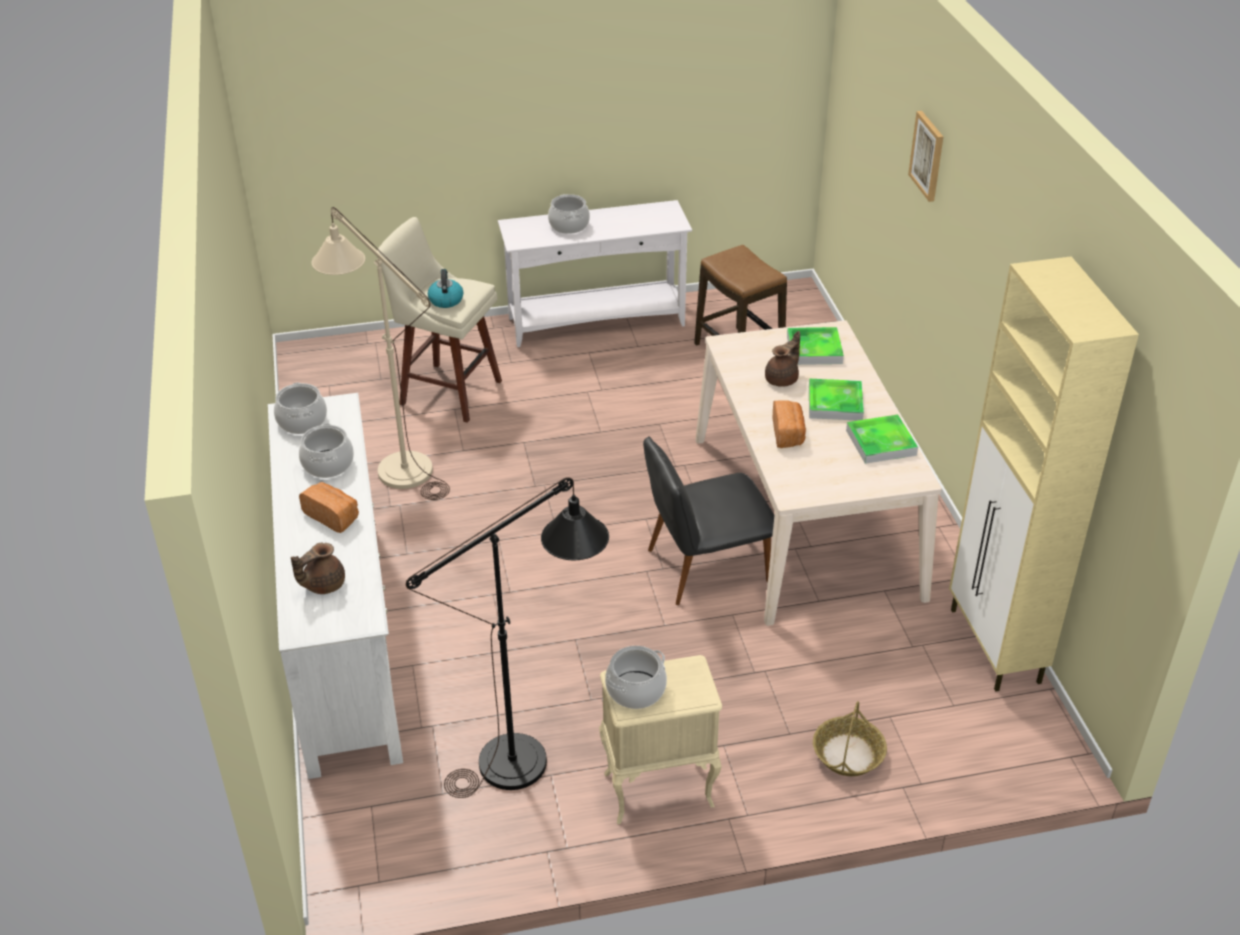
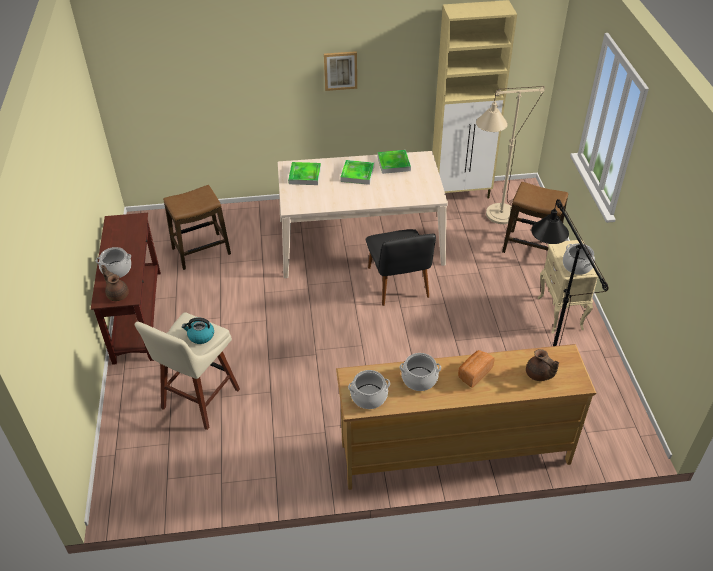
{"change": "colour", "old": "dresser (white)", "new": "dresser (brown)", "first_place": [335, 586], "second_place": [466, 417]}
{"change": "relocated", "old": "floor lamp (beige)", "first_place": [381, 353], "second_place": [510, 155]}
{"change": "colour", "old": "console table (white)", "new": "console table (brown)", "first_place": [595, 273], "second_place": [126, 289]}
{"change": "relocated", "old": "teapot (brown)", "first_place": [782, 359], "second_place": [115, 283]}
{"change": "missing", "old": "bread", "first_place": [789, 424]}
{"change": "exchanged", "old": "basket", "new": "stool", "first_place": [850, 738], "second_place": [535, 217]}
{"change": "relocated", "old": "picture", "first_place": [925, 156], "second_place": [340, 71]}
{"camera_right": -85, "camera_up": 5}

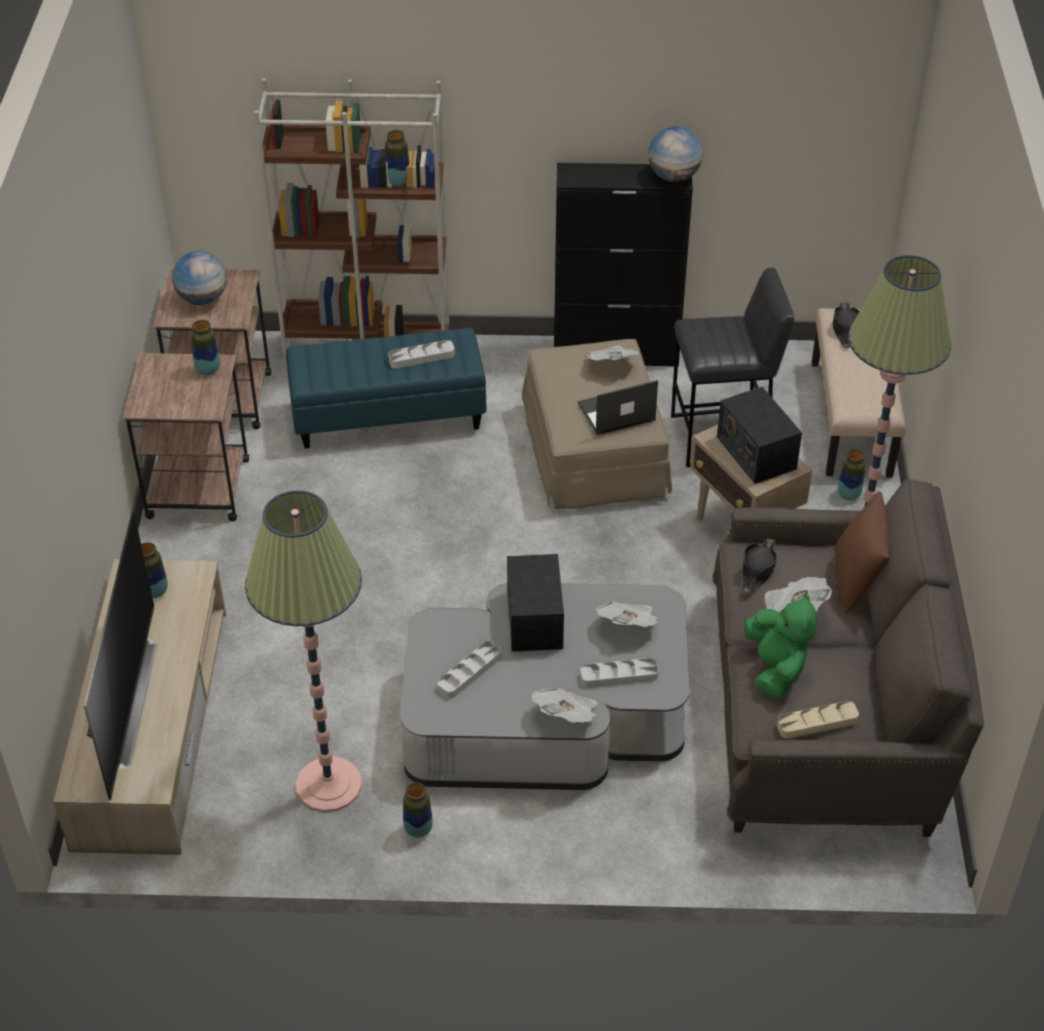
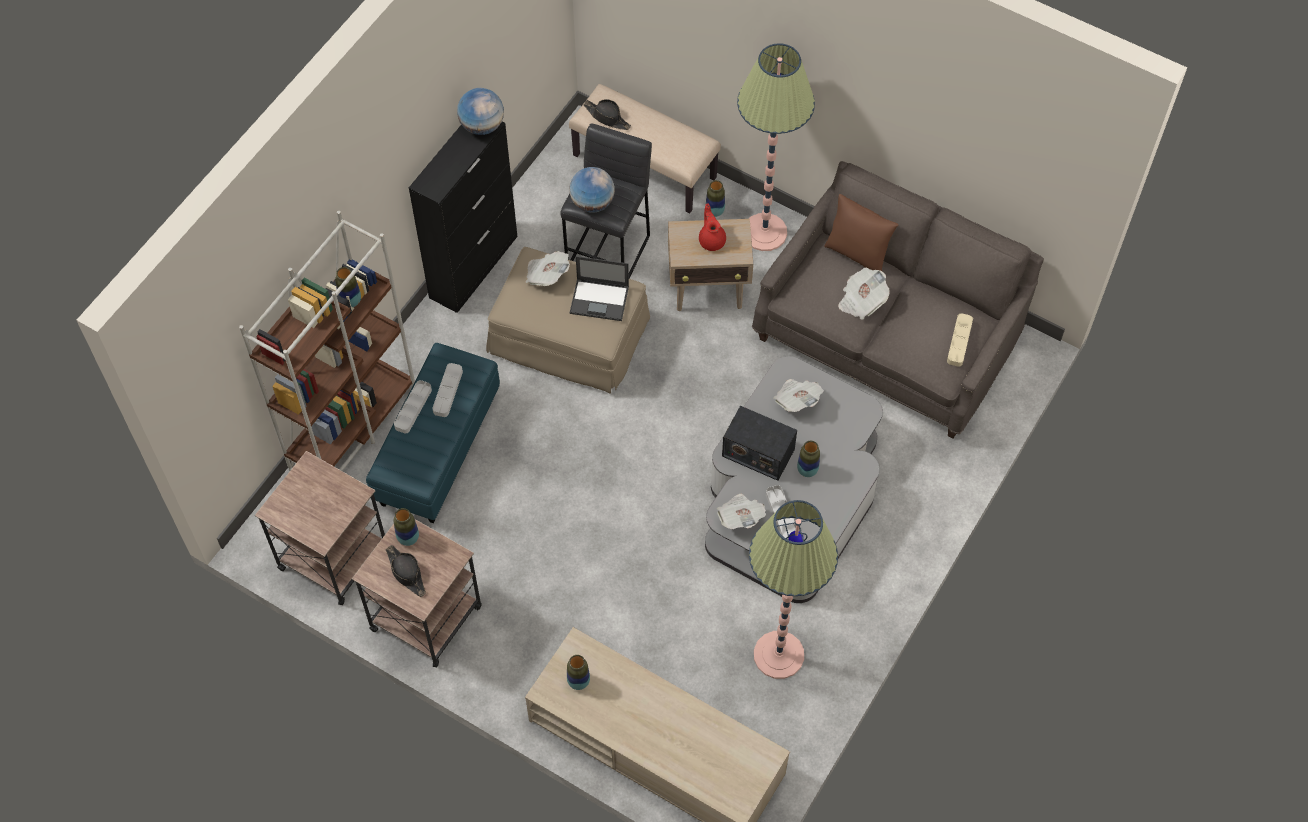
{"change": "missing", "old": "television", "first_place": [120, 655]}
{"change": "relocated", "old": "globe", "first_place": [199, 278], "second_place": [592, 190]}
{"change": "relocated", "old": "vase", "first_place": [418, 810], "second_place": [808, 459]}
{"change": "relocated", "old": "newspaper", "first_place": [564, 705], "second_place": [741, 511]}
{"change": "spun", "old": "laptop", "first_place": [618, 407], "second_place": [599, 288], "degrees": -90}
{"change": "relocated", "old": "tray (grey)", "first_place": [619, 673], "second_place": [413, 407]}
{"change": "exchanged", "old": "radio", "new": "teapot (red)", "first_place": [759, 435], "second_place": [712, 227]}
{"change": "relocated", "old": "hat (black)", "first_place": [759, 566], "second_place": [405, 571]}
{"change": "missing", "old": "plush toy (green)", "first_place": [780, 645]}
{"camera_right": -60, "camera_up": 15}

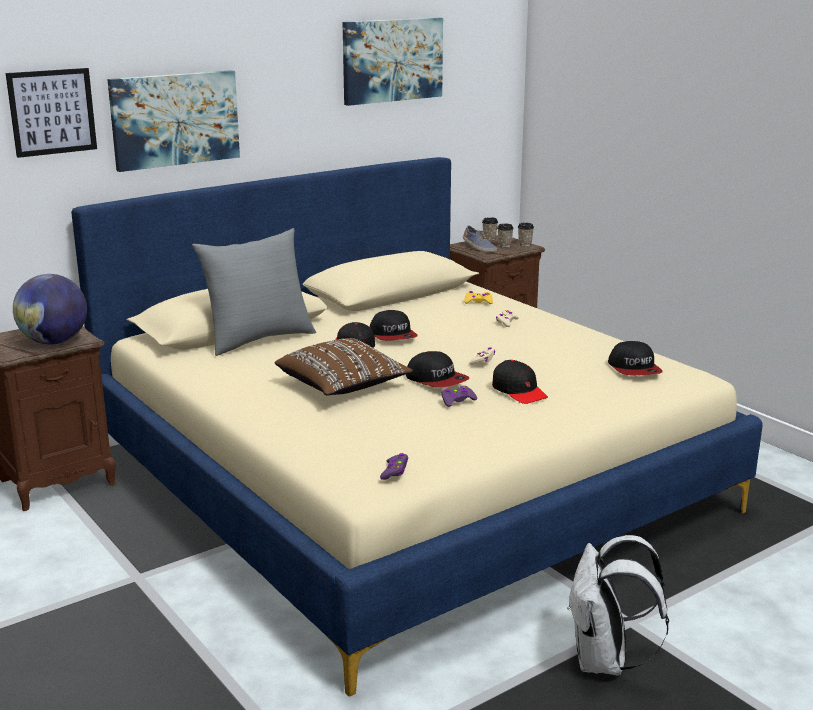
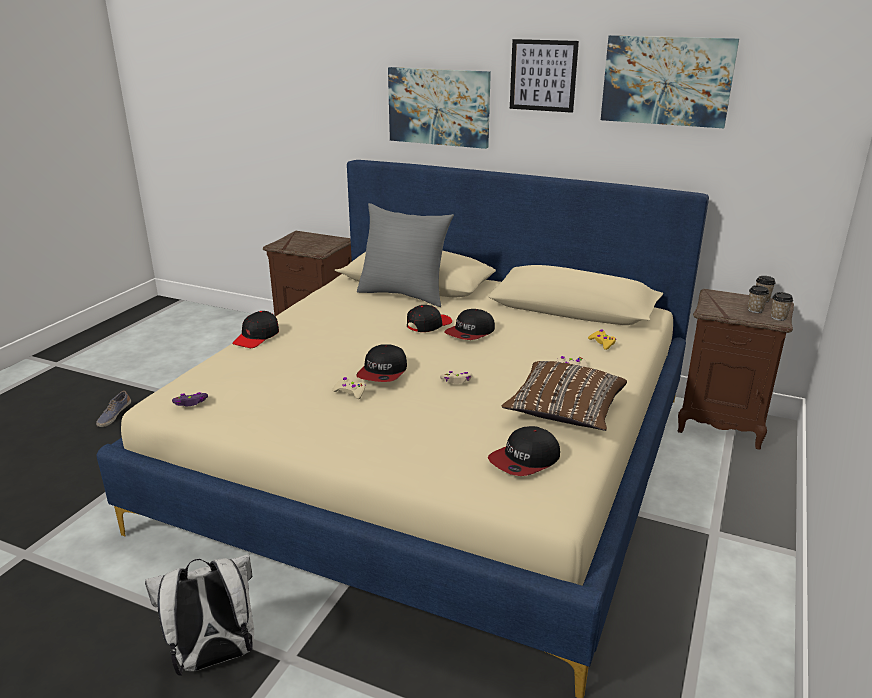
{"change": "relocated", "old": "picture", "first_place": [51, 113], "second_place": [544, 76]}
{"change": "missing", "old": "globe", "first_place": [50, 309]}
{"change": "relocated", "old": "pillow (brown)", "first_place": [344, 367], "second_place": [564, 396]}
{"change": "colour", "old": "game controller (purple)", "new": "game controller (beige)", "first_place": [459, 396], "second_place": [349, 388]}
{"change": "relocated", "old": "shoe", "first_place": [480, 238], "second_place": [113, 409]}
{"change": "relocated", "old": "cap (black)", "first_place": [520, 382], "second_place": [255, 329]}
{"camera_right": 60, "camera_up": 5}

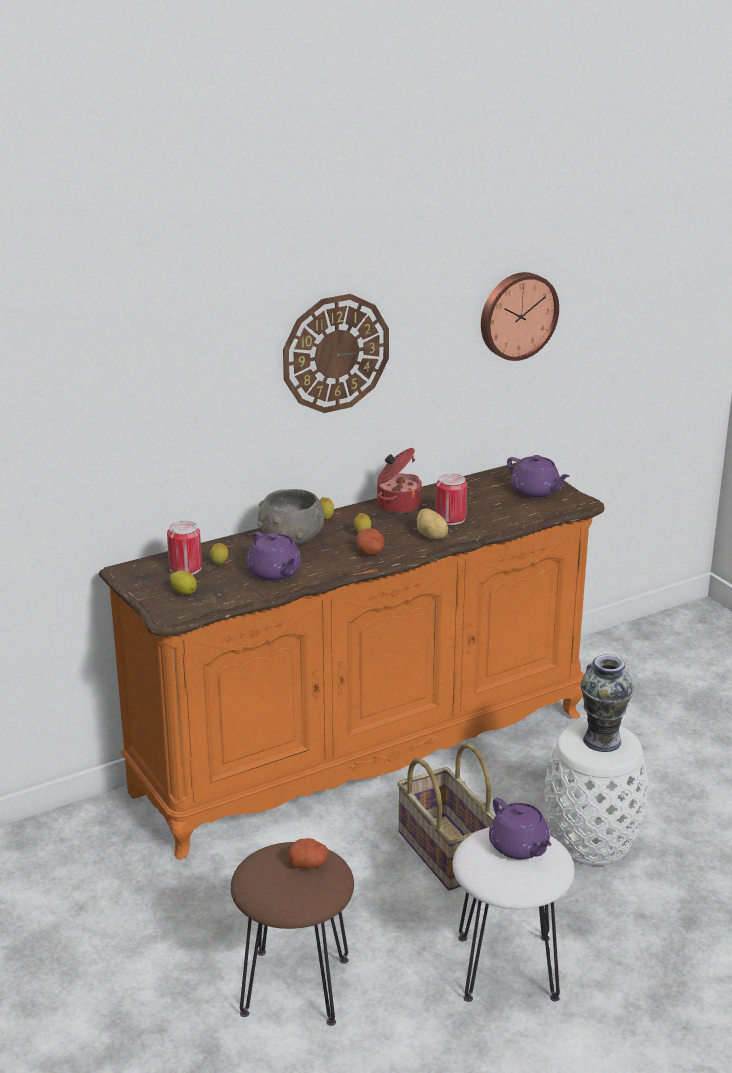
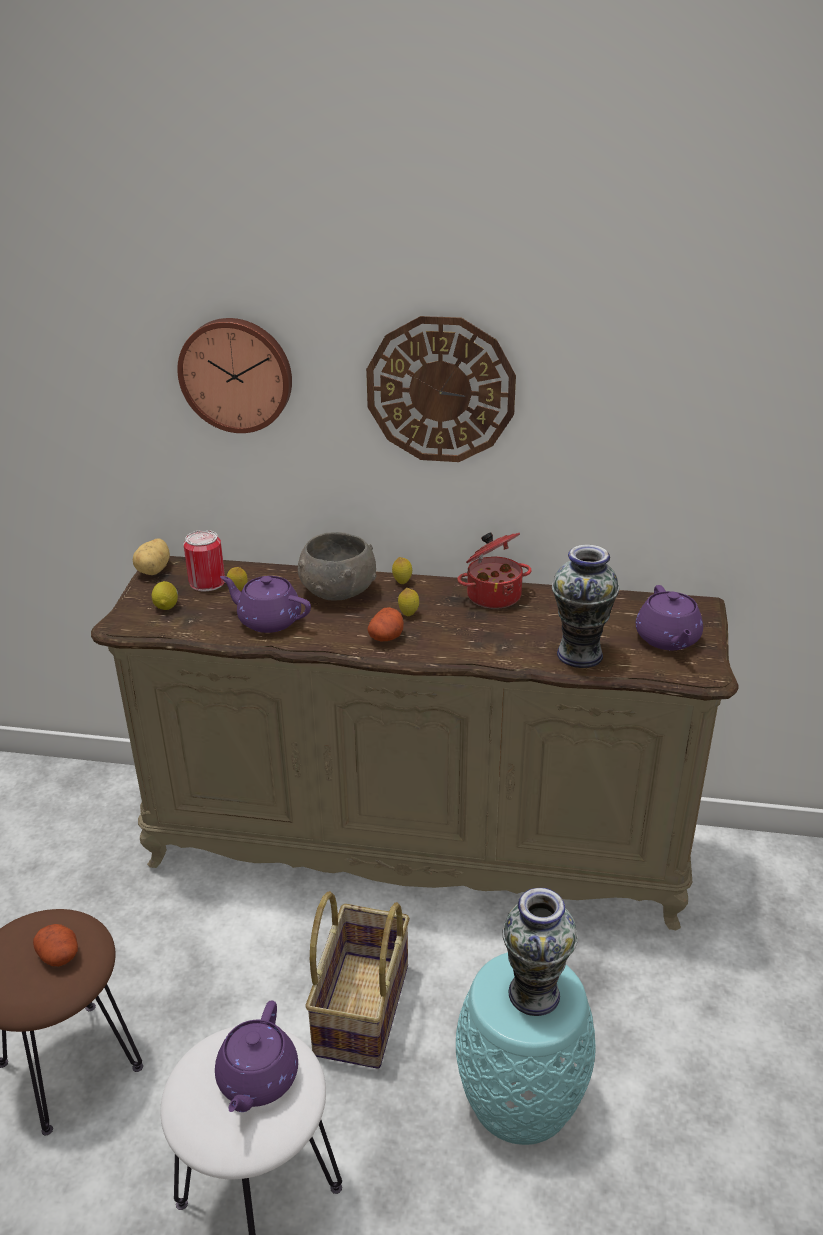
{"change": "colour", "old": "cabinet (orange)", "new": "cabinet (beige)", "first_place": [351, 660], "second_place": [414, 743]}
{"change": "spun", "old": "teapot (purple)", "first_place": [274, 556], "second_place": [265, 604], "degrees": 105}
{"change": "relocated", "old": "potato", "first_place": [432, 523], "second_place": [151, 556]}
{"change": "missing", "old": "can", "first_place": [451, 499]}
{"change": "relocated", "old": "wall clock", "first_place": [520, 316], "second_place": [234, 375]}
{"change": "colour", "old": "stool (white)", "new": "stool (turquoise)", "first_place": [596, 793], "second_place": [525, 1048]}
{"change": "appeared", "new": "vase", "second_place": [585, 606]}
{"camera_right": 40, "camera_up": 5}

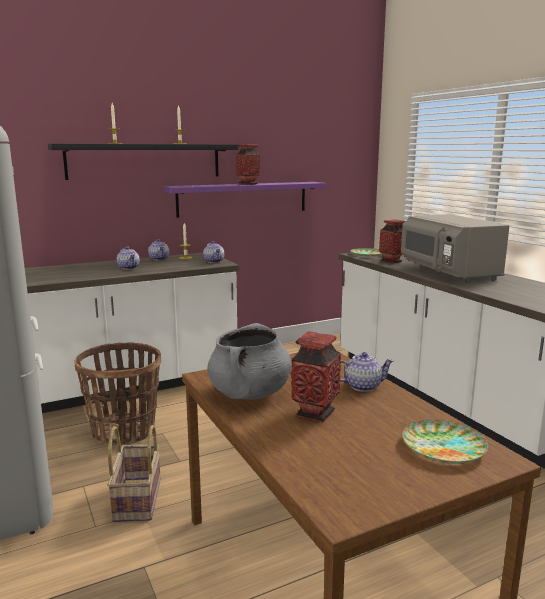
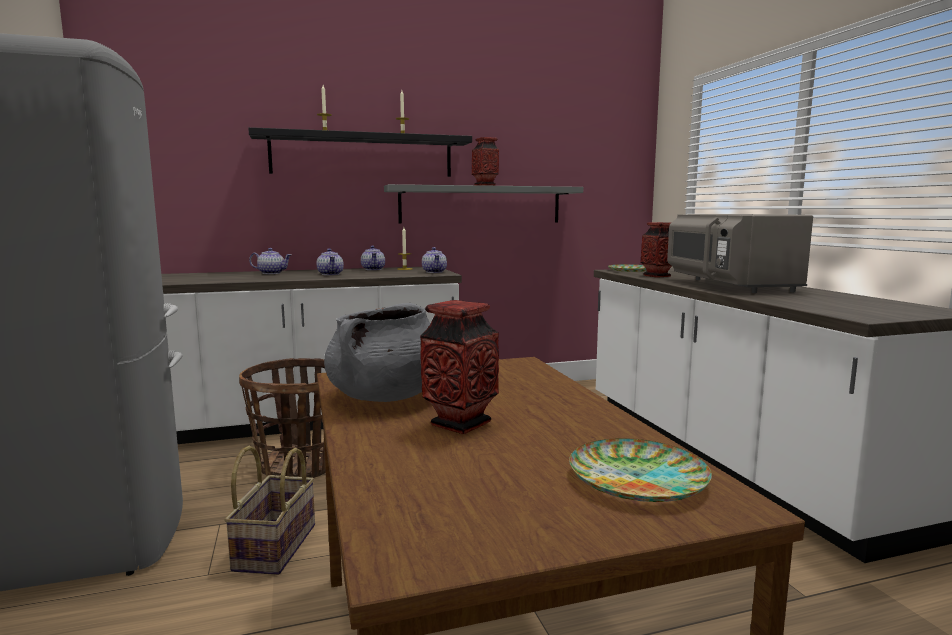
{"change": "colour", "old": "shelf (purple)", "new": "shelf (grey)", "first_place": [245, 200], "second_place": [483, 203]}
{"change": "relocated", "old": "teapot", "first_place": [367, 372], "second_place": [270, 261]}
{"camera_right": 10, "camera_up": -5}

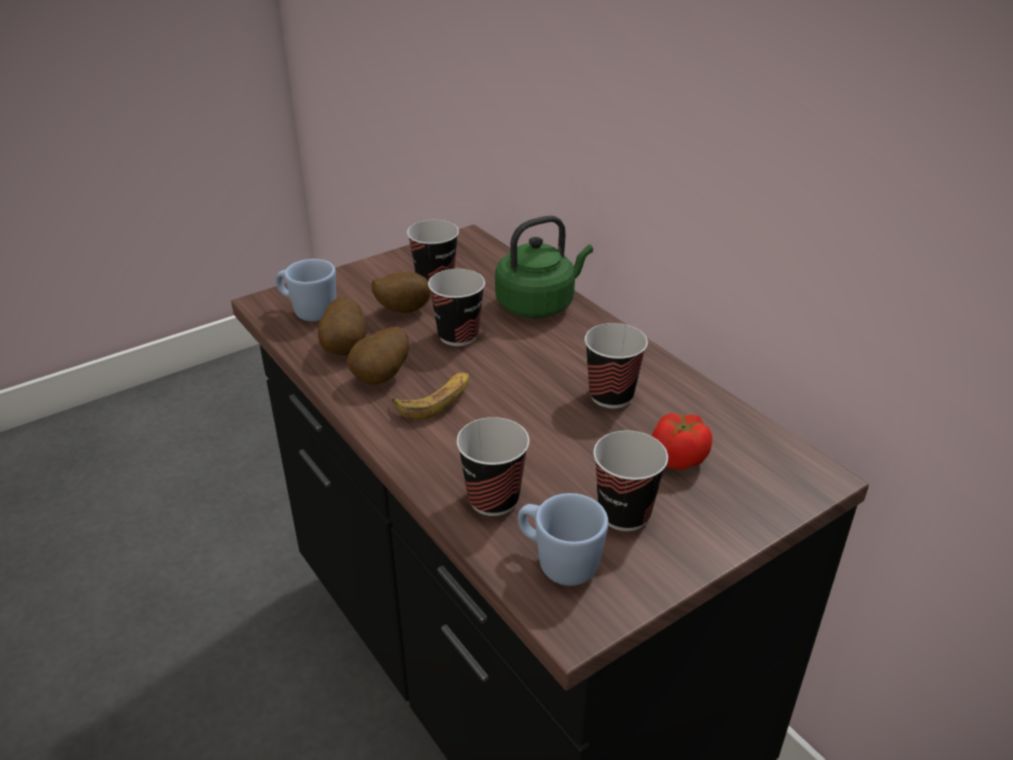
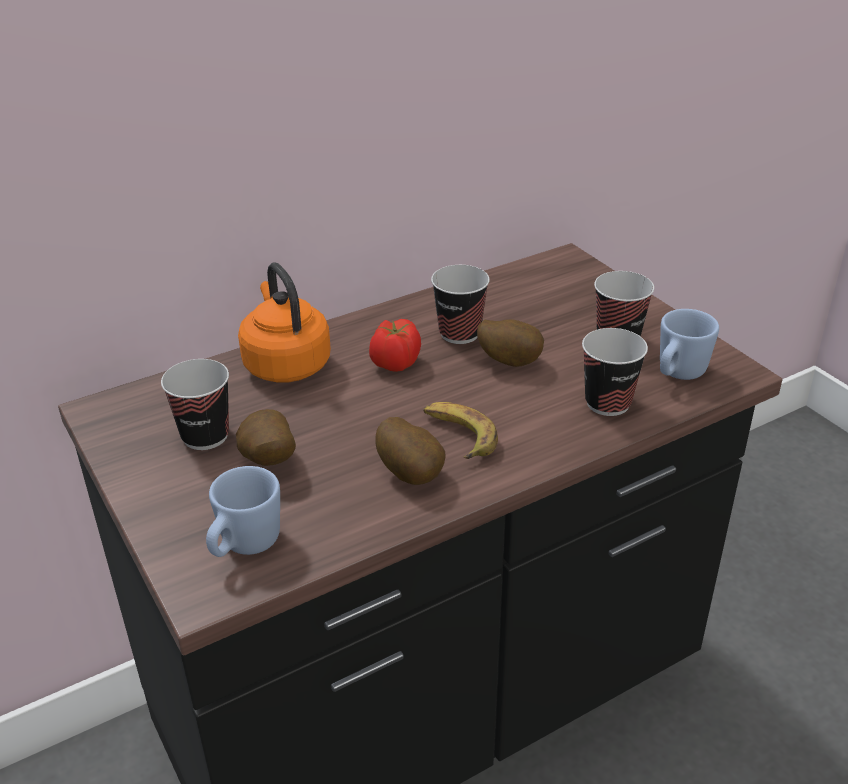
{"change": "relocated", "old": "potato", "first_place": [342, 326], "second_place": [510, 343]}
{"change": "missing", "old": "cup", "first_place": [456, 307]}
{"change": "colour", "old": "kettle (green)", "new": "kettle (orange)", "first_place": [544, 266], "second_place": [284, 322]}
{"change": "relocated", "old": "tomato", "first_place": [682, 441], "second_place": [395, 345]}
{"camera_right": -85, "camera_up": 0}

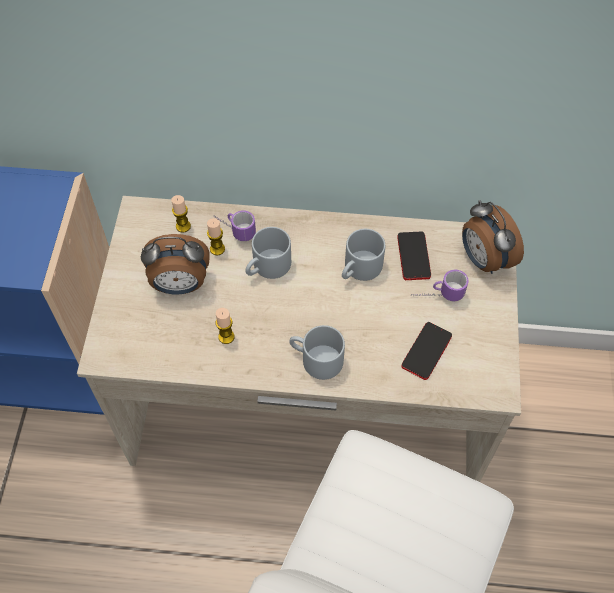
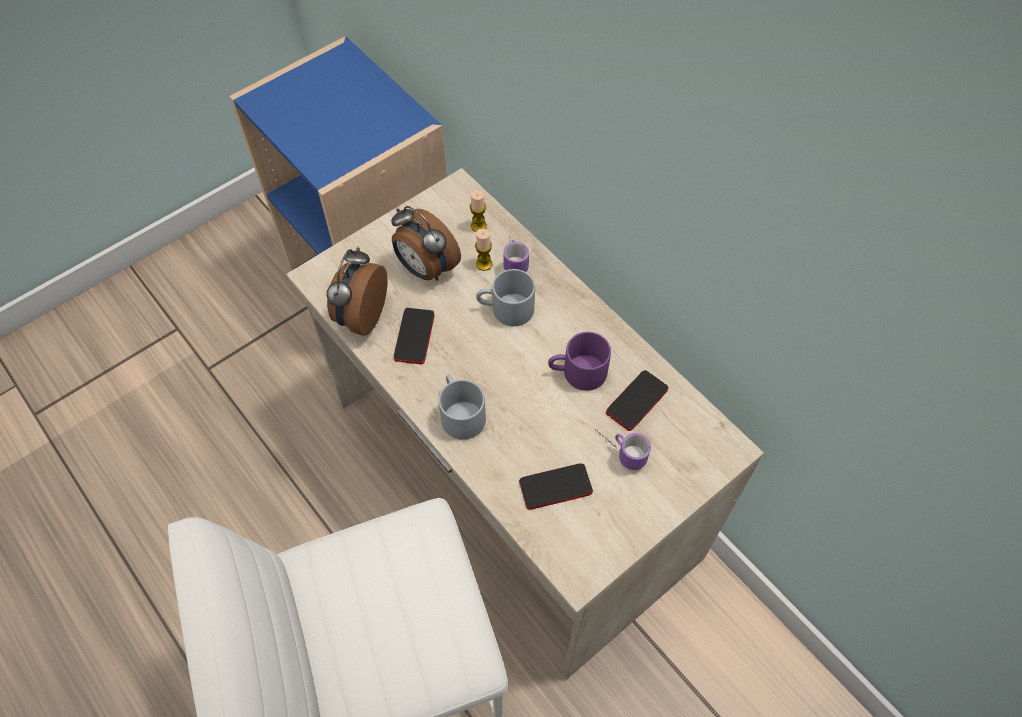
{"change": "exchanged", "old": "candle", "new": "phone", "first_place": [225, 326], "second_place": [414, 336]}
{"change": "colour", "old": "mug (grey)", "new": "mug (purple)", "first_place": [363, 255], "second_place": [579, 361]}
{"change": "relocated", "old": "alarm clock", "first_place": [493, 237], "second_place": [357, 291]}
{"camera_right": 45, "camera_up": 0}

